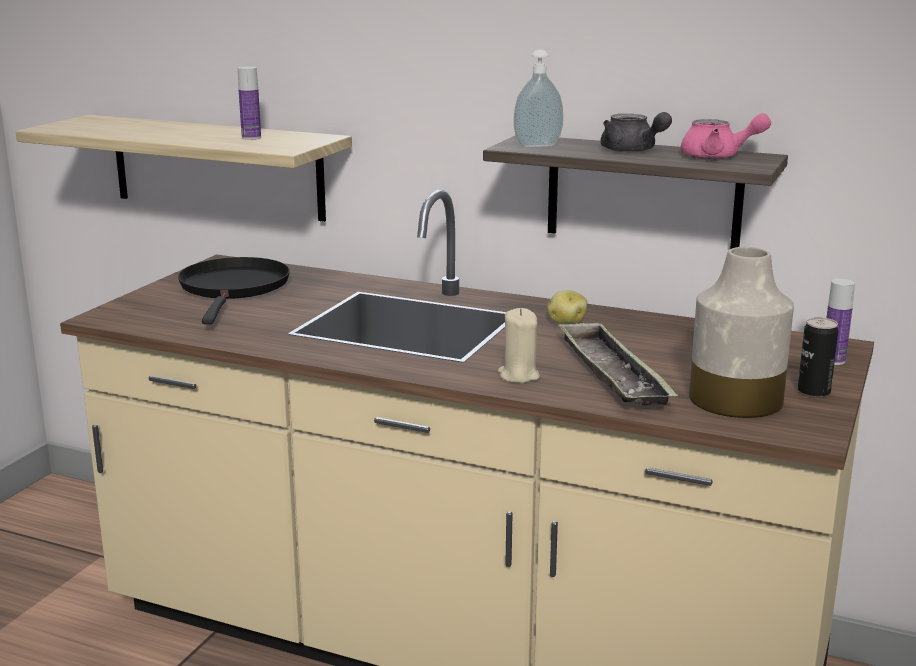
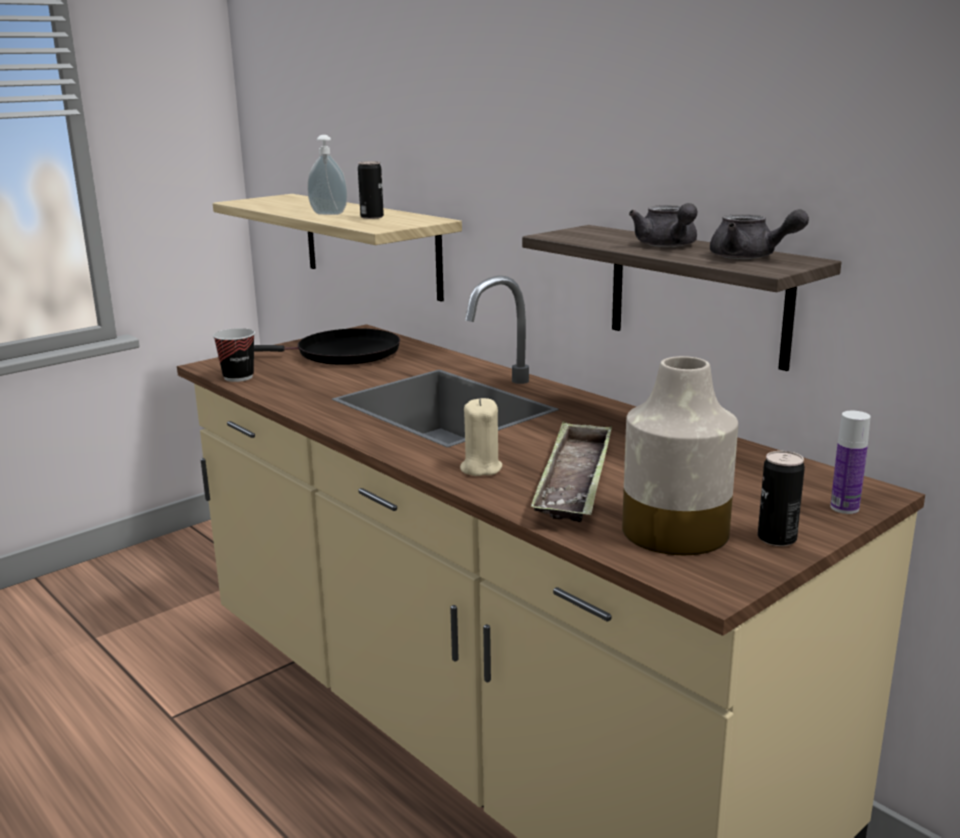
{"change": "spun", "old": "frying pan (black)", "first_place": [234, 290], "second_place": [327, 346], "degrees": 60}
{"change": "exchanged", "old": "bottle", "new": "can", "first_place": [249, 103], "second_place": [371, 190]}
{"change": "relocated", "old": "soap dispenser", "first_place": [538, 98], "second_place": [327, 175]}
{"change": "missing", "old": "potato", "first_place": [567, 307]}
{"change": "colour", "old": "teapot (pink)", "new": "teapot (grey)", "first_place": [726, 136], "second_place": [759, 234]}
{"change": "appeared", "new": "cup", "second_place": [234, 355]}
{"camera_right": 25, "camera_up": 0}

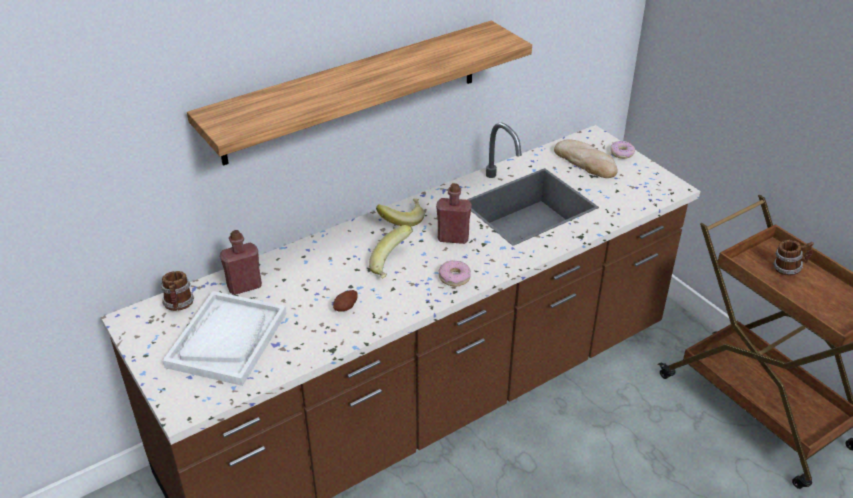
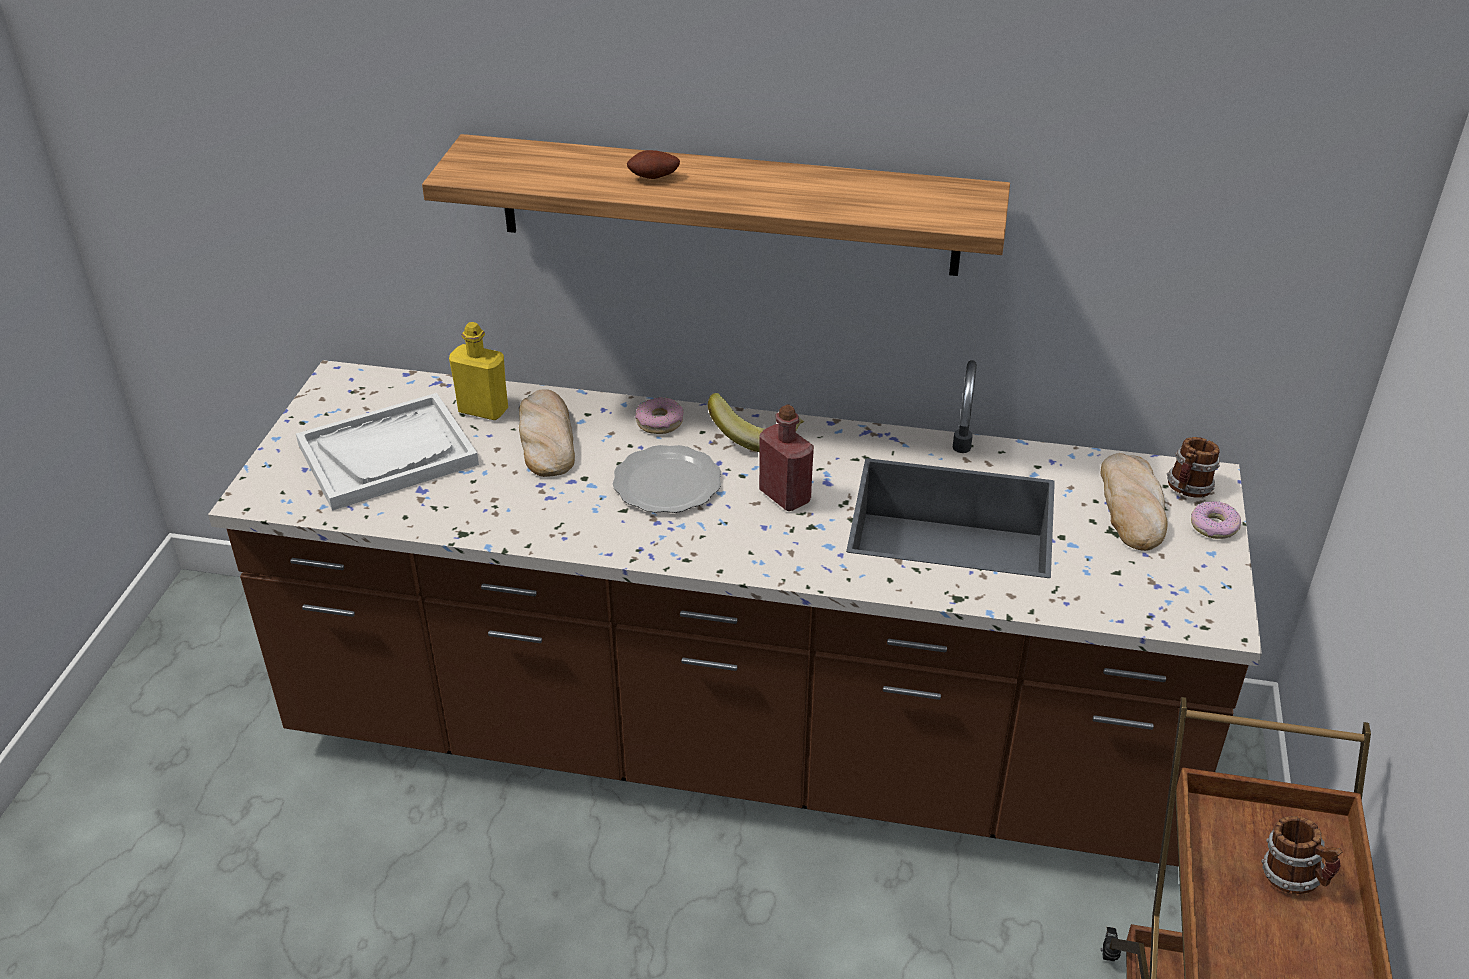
{"change": "relocated", "old": "mug", "first_place": [177, 291], "second_place": [1193, 467]}
{"change": "colour", "old": "bottle (red)", "new": "bottle (yellow)", "first_place": [241, 262], "second_place": [478, 371]}
{"change": "relocated", "old": "potato", "first_place": [345, 300], "second_place": [653, 164]}
{"change": "exchanged", "old": "banana", "new": "plate", "first_place": [391, 251], "second_place": [666, 479]}
{"change": "relocated", "old": "donut", "first_place": [455, 273], "second_place": [659, 415]}
{"change": "appeared", "new": "bread", "second_place": [547, 433]}
{"camera_right": 45, "camera_up": 0}

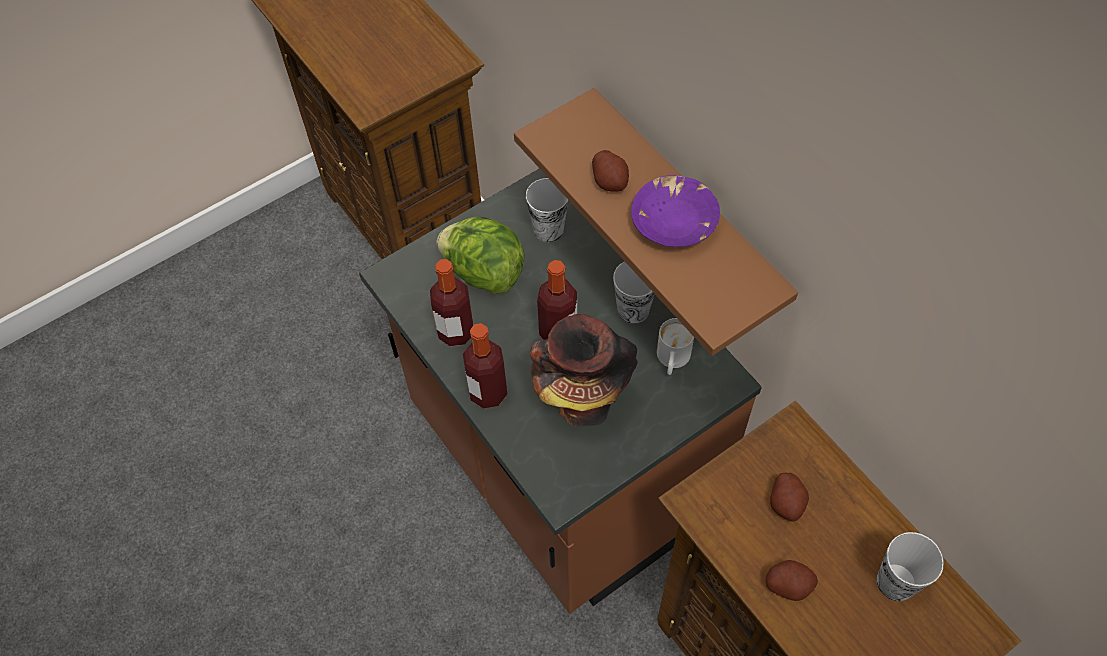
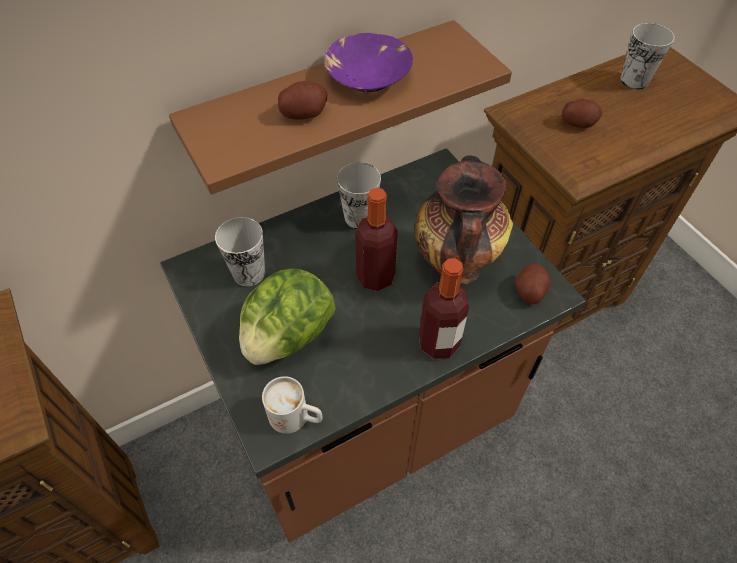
{"change": "missing", "old": "bottle", "first_place": [451, 302]}
{"change": "relocated", "old": "mug (white)", "first_place": [675, 346], "second_place": [292, 405]}
{"change": "relocated", "old": "potato", "first_place": [791, 580], "second_place": [533, 284]}
{"camera_right": -85, "camera_up": -5}

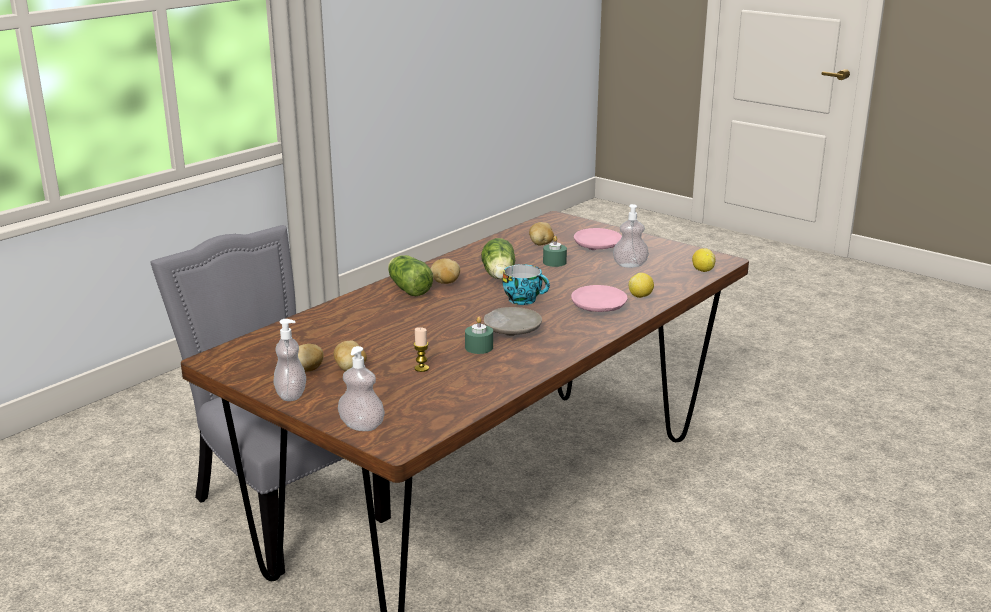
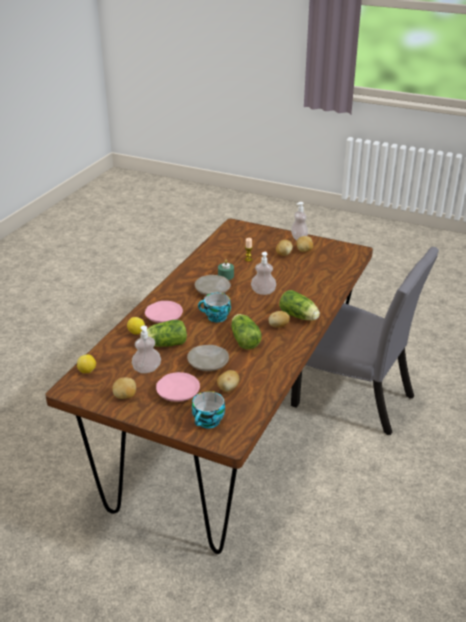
{"change": "relocated", "old": "soap dispenser", "first_place": [361, 388], "second_place": [263, 273]}
{"change": "exchanged", "old": "candle (green)", "new": "plate (beige)", "first_place": [555, 251], "second_place": [208, 358]}
{"change": "appeared", "new": "potato", "second_place": [124, 388]}
{"change": "appeared", "new": "lettuce", "second_place": [163, 333]}
{"change": "appeared", "new": "cup", "second_place": [208, 410]}
{"camera_right": 165, "camera_up": 10}

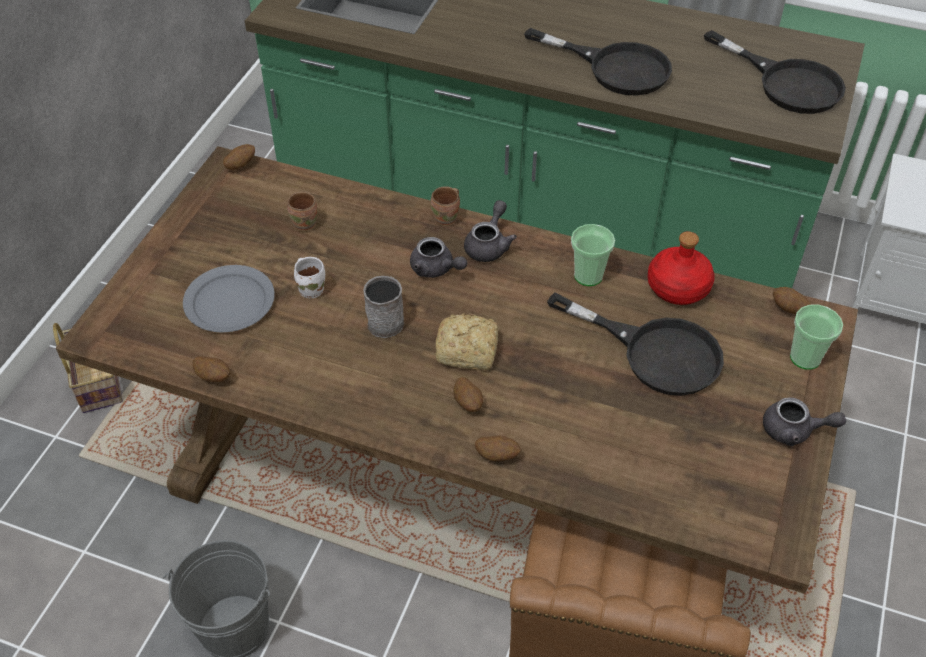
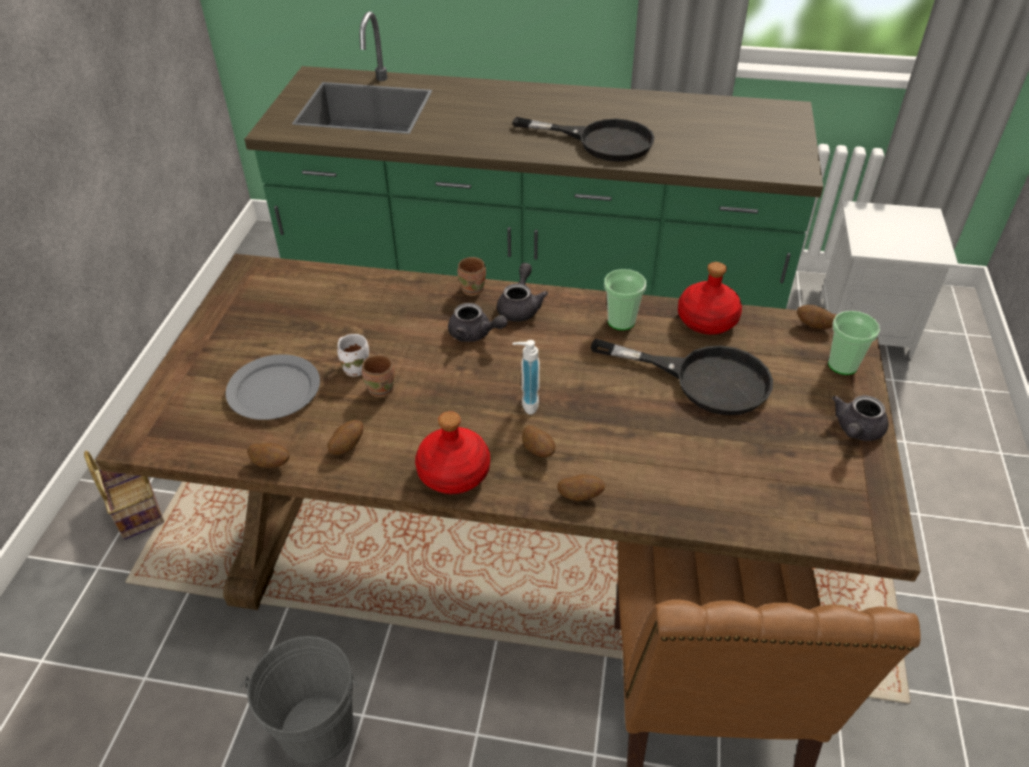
{"change": "relocated", "old": "potato", "first_place": [239, 157], "second_place": [345, 437]}
{"change": "relocated", "old": "mug (brown)", "first_place": [302, 211], "second_place": [378, 375]}
{"change": "missing", "old": "mug (grey)", "first_place": [383, 307]}
{"change": "exchanged", "old": "bread", "new": "soap dispenser", "first_place": [467, 342], "second_place": [526, 377]}
{"change": "missing", "old": "frying pan (black)", "first_place": [775, 72]}
{"change": "spun", "old": "teapot (grey)", "first_place": [804, 421], "second_place": [860, 418], "degrees": 120}
{"change": "appeared", "new": "bottle (red)", "second_place": [452, 452]}
{"camera_right": -10, "camera_up": -5}

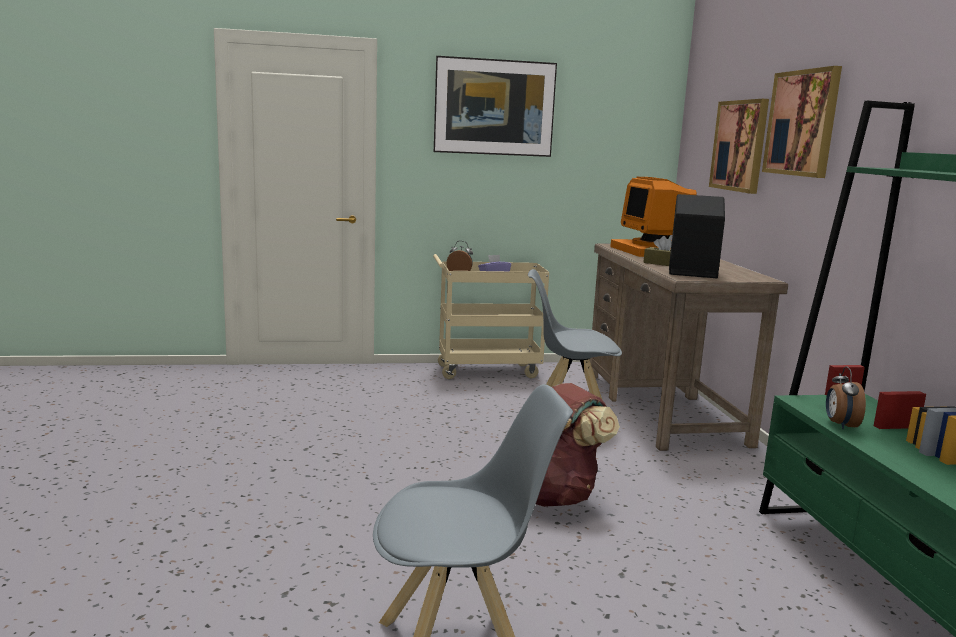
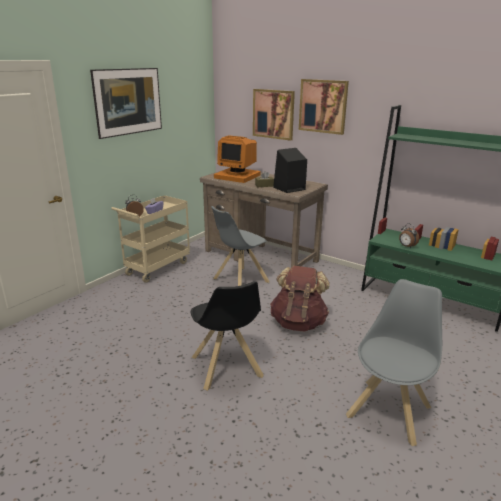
{"change": "appeared", "new": "chair (black)", "second_place": [227, 336]}
{"camera_right": -45, "camera_up": 10}

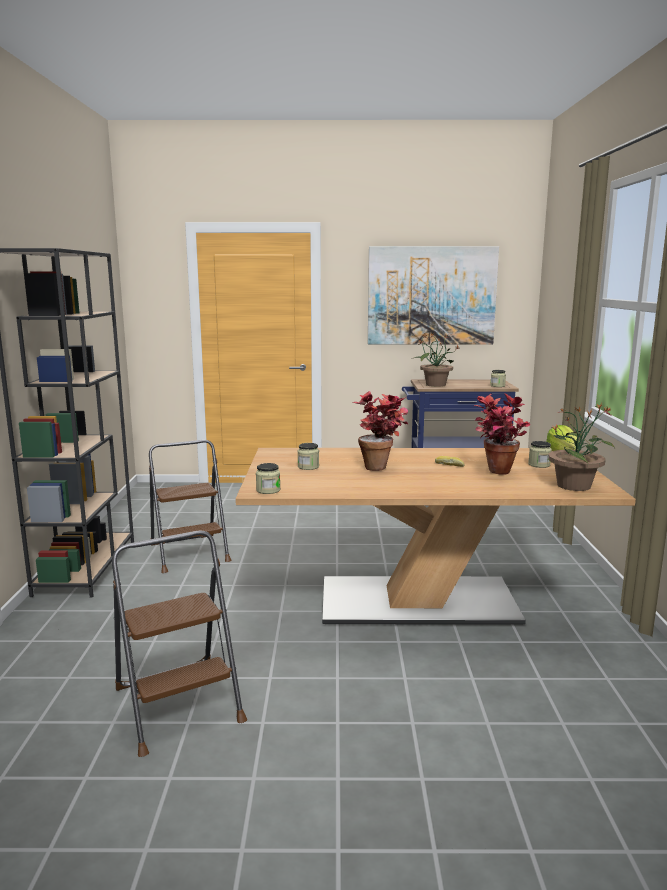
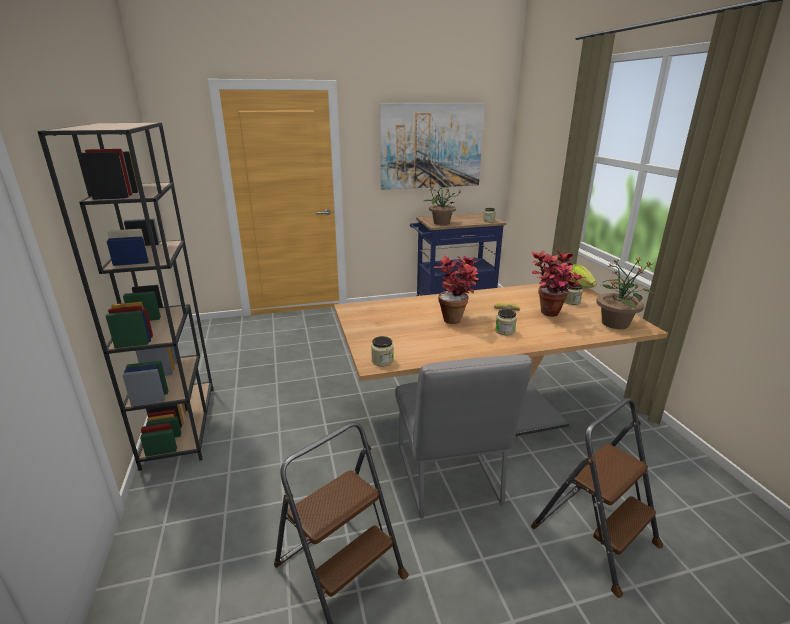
{"change": "relocated", "old": "step ladder (brown)", "first_place": [190, 506], "second_place": [597, 498]}
{"change": "relocated", "old": "jar", "first_place": [308, 456], "second_place": [506, 322]}
{"change": "appeared", "new": "chair (grey)", "second_place": [464, 437]}
{"camera_right": -15, "camera_up": 10}

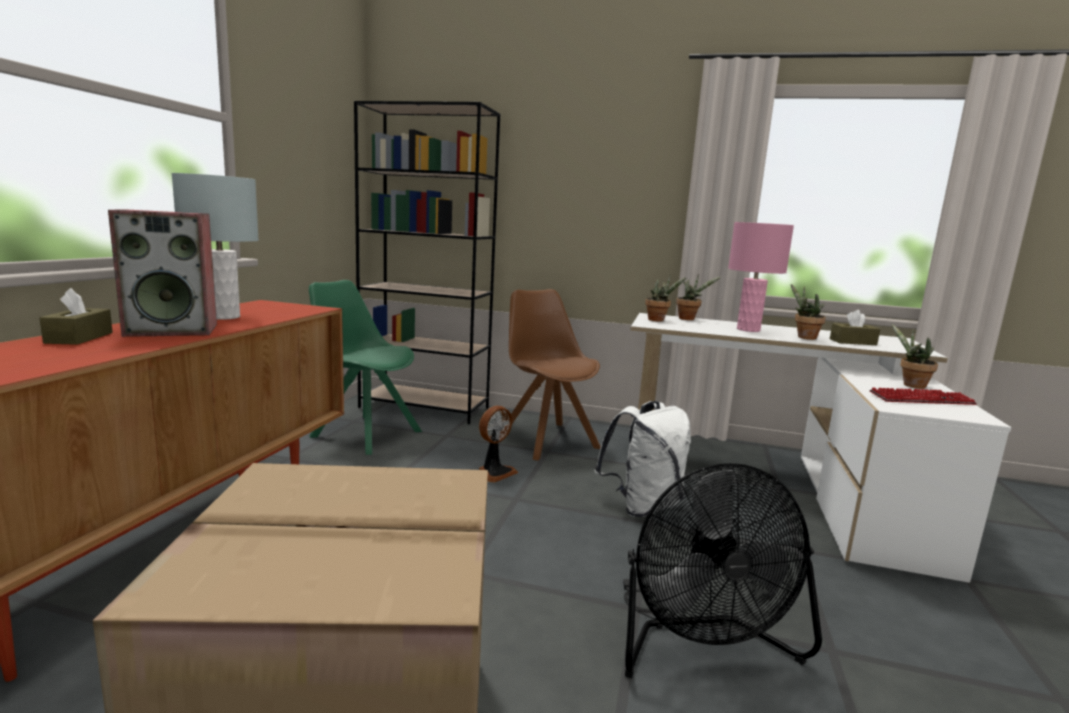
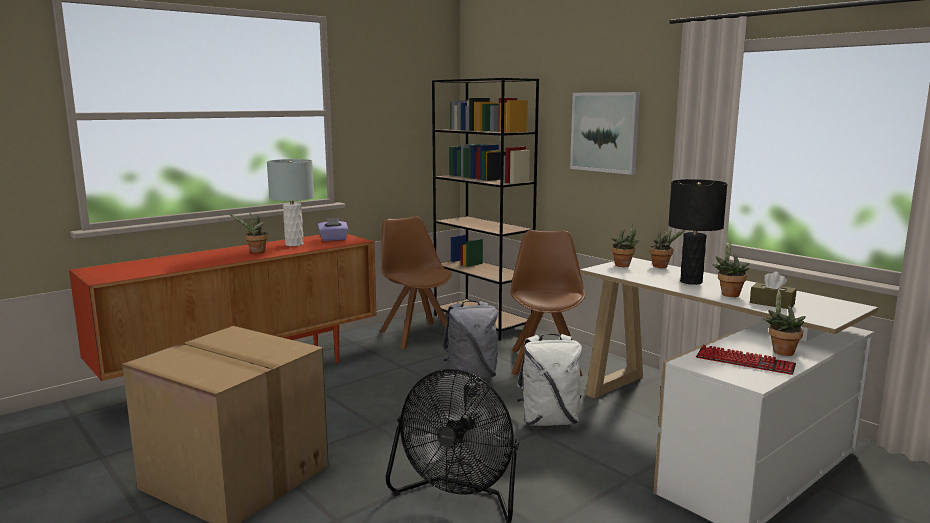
{"change": "missing", "old": "tissue box (brown)", "first_place": [76, 316]}
{"change": "exchanged", "old": "speaker", "new": "potted plant", "first_place": [162, 273], "second_place": [248, 233]}
{"change": "colour", "old": "chair (green)", "new": "chair (brown)", "first_place": [365, 367], "second_place": [415, 282]}
{"change": "exchanged", "old": "fan", "new": "backpack (grey)", "first_place": [498, 444], "second_place": [470, 340]}
{"change": "colour", "old": "table lamp (pink)", "new": "table lamp (black)", "first_place": [761, 277], "second_place": [698, 232]}
{"change": "appeared", "new": "tissue box (purple)", "second_place": [333, 229]}
{"change": "appeared", "new": "picture", "second_place": [605, 133]}
{"camera_right": 35, "camera_up": 0}

